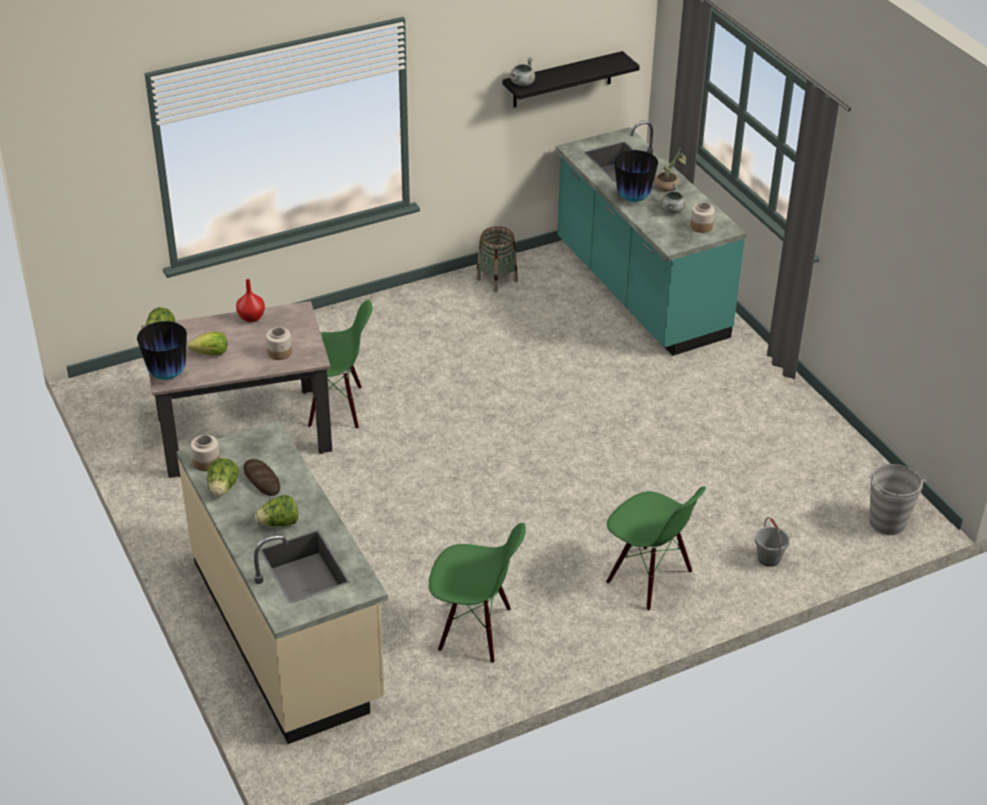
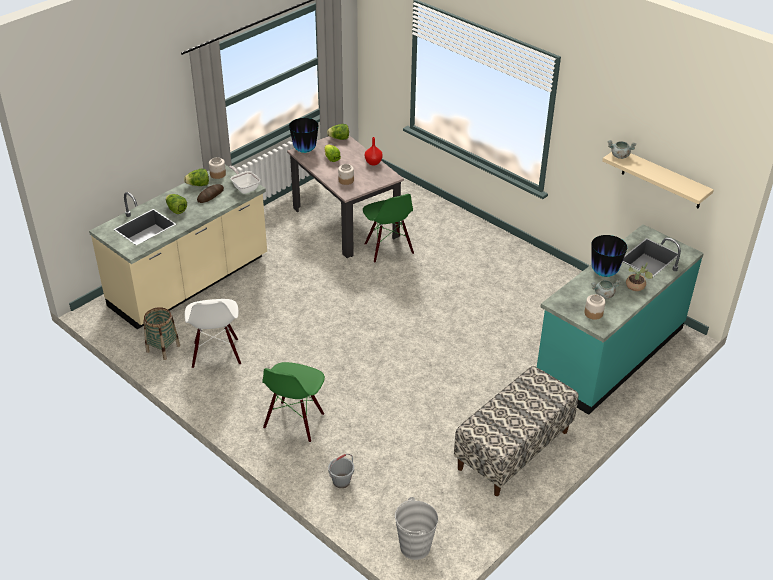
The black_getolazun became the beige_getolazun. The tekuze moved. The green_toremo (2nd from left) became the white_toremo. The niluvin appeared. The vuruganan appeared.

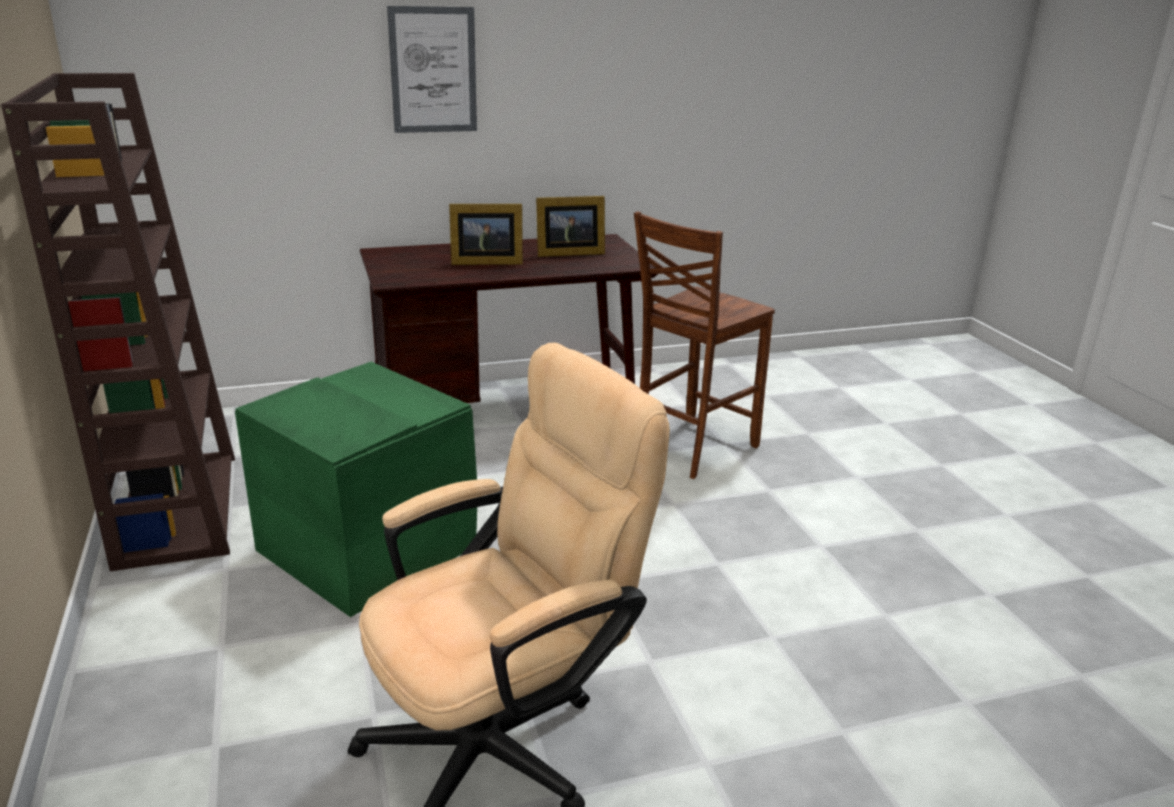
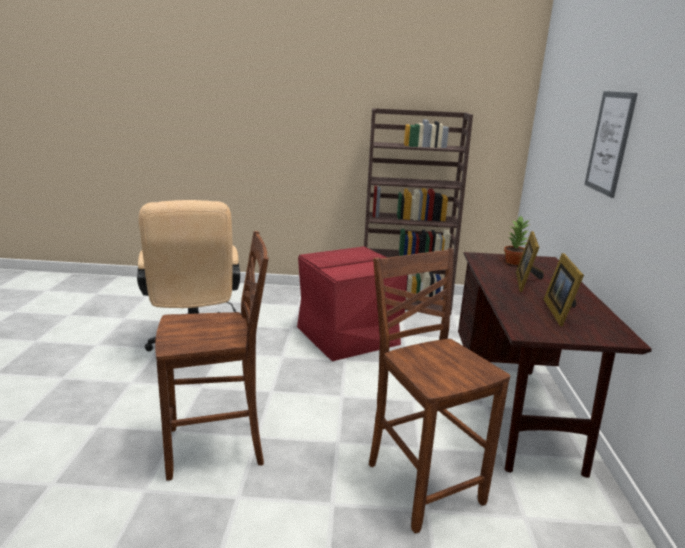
The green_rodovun became the red_rodovun. The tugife appeared. The brown_toremo (1st from left) appeared.

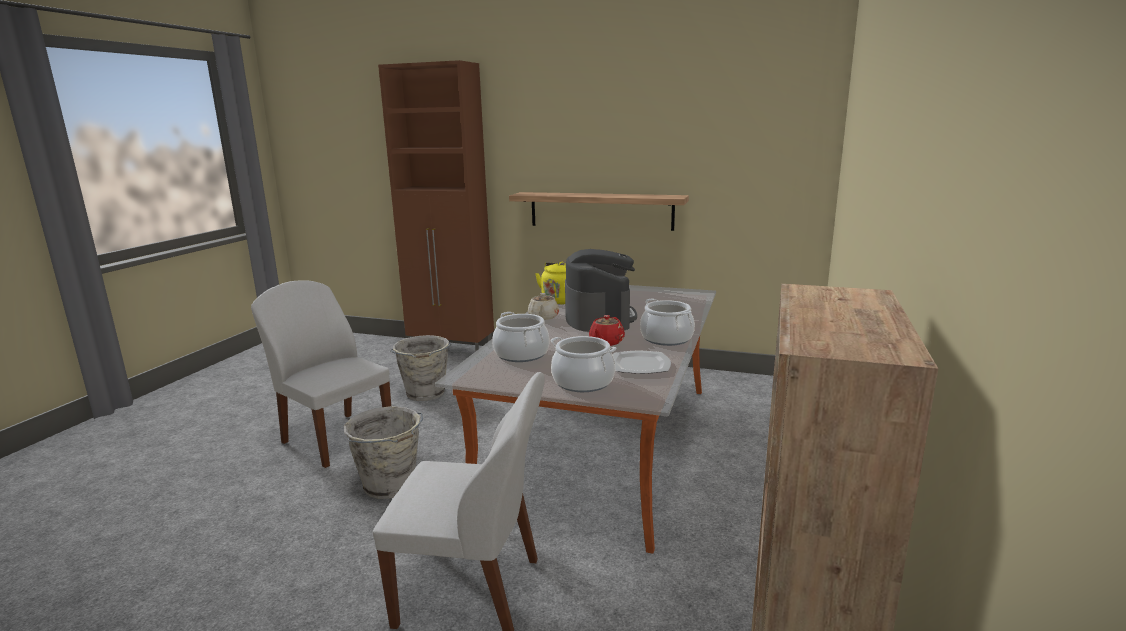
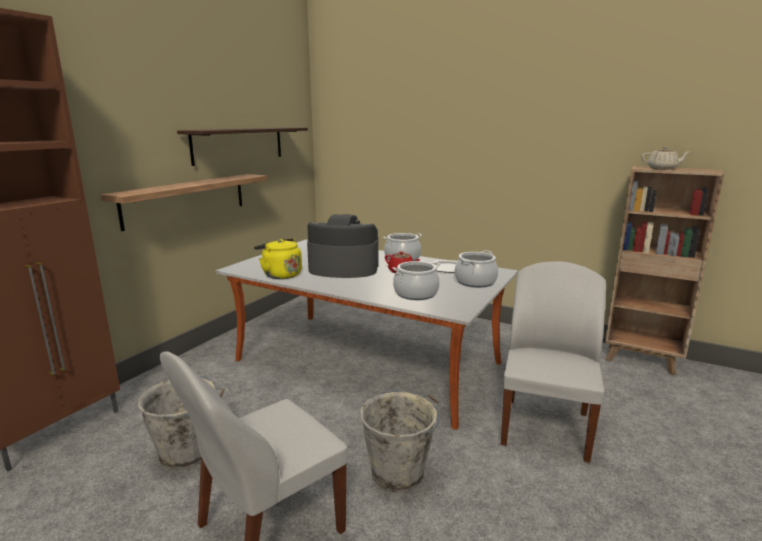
The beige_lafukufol moved. The getolazun (2nd from left) appeared.

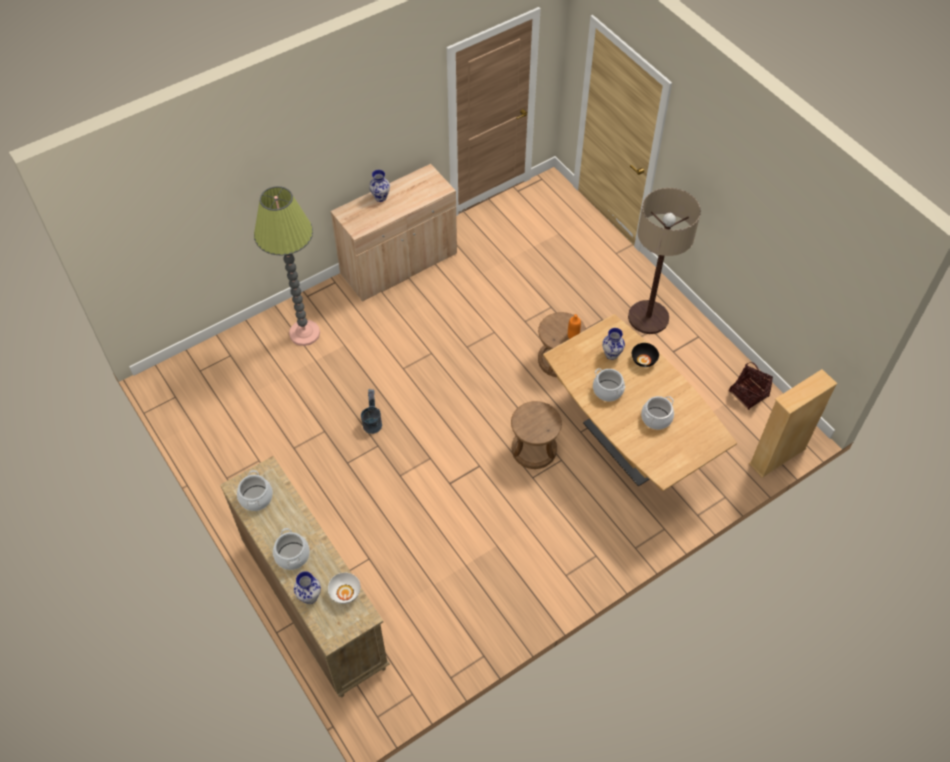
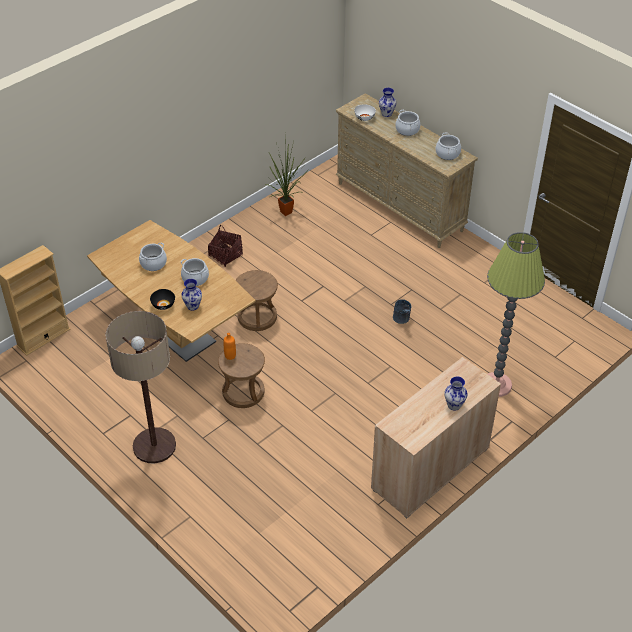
The tekuze moved. The tugife appeared.

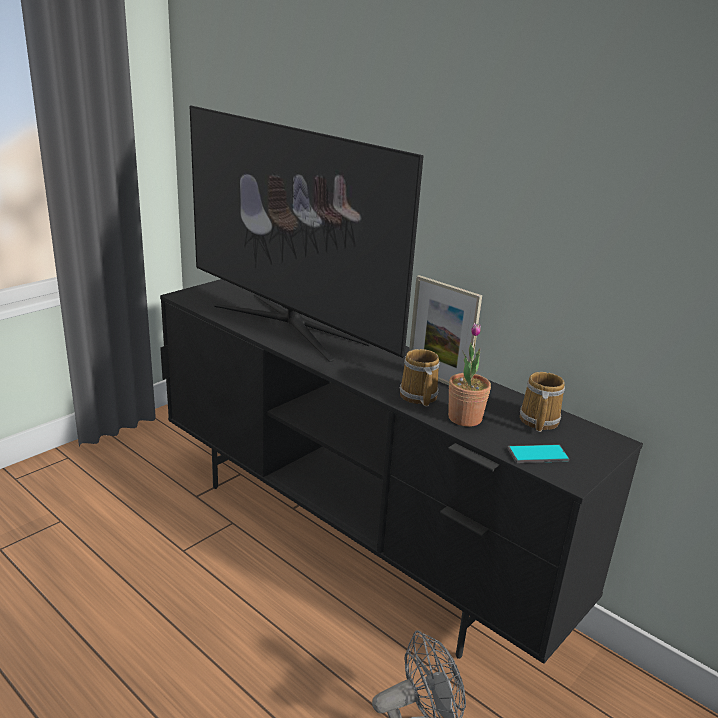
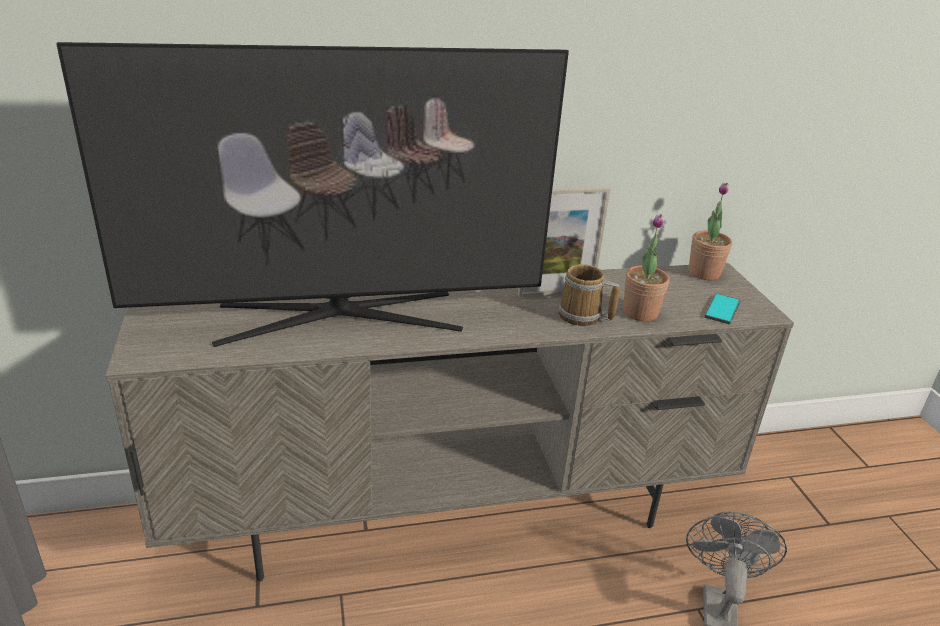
The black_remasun became the beige_remasun. The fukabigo (2nd from left) disappeared. The tugife (2nd from left) appeared.

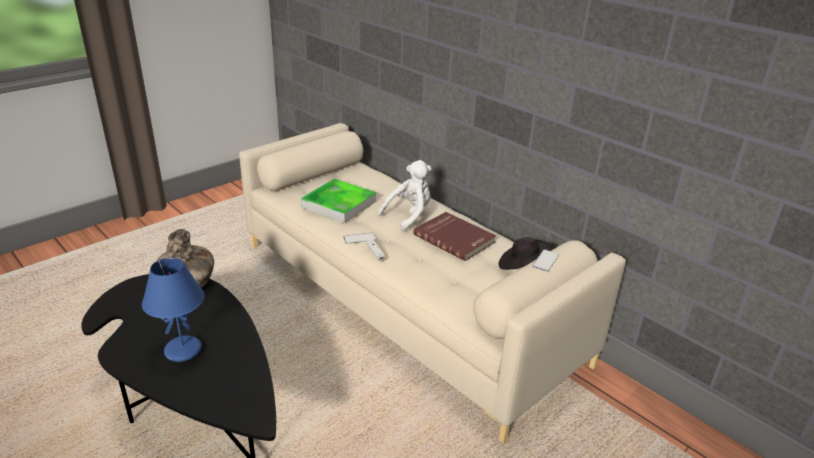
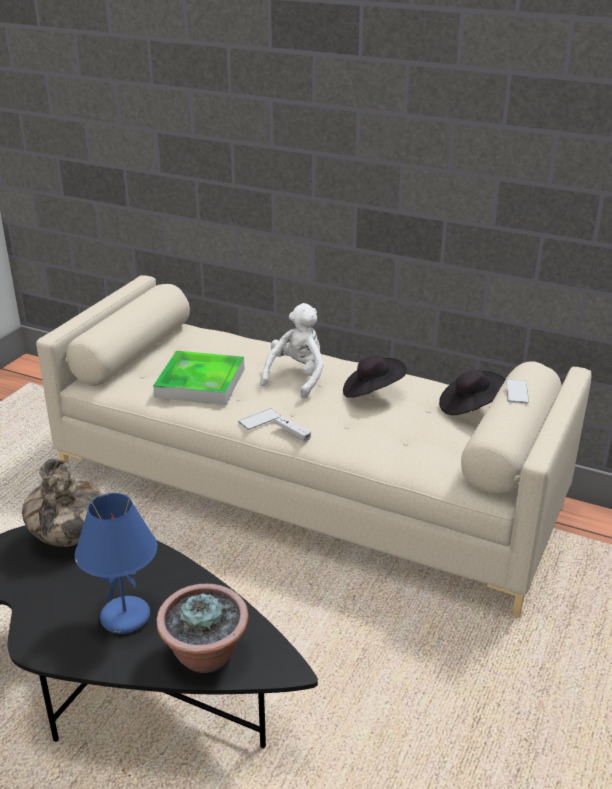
The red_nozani was replaced by the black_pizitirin (1st from left). The tugife appeared.

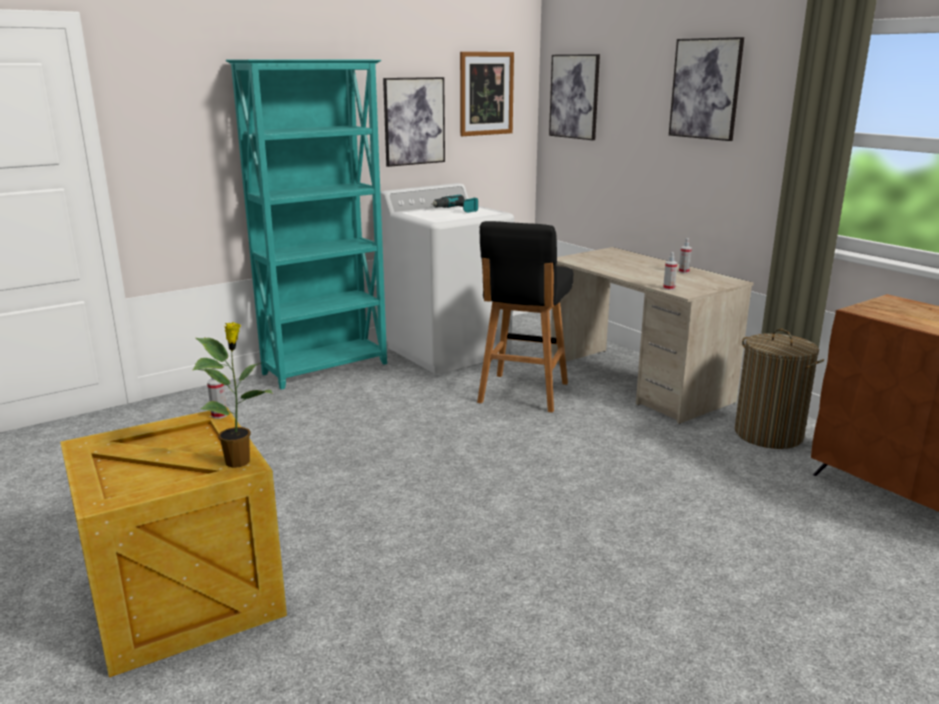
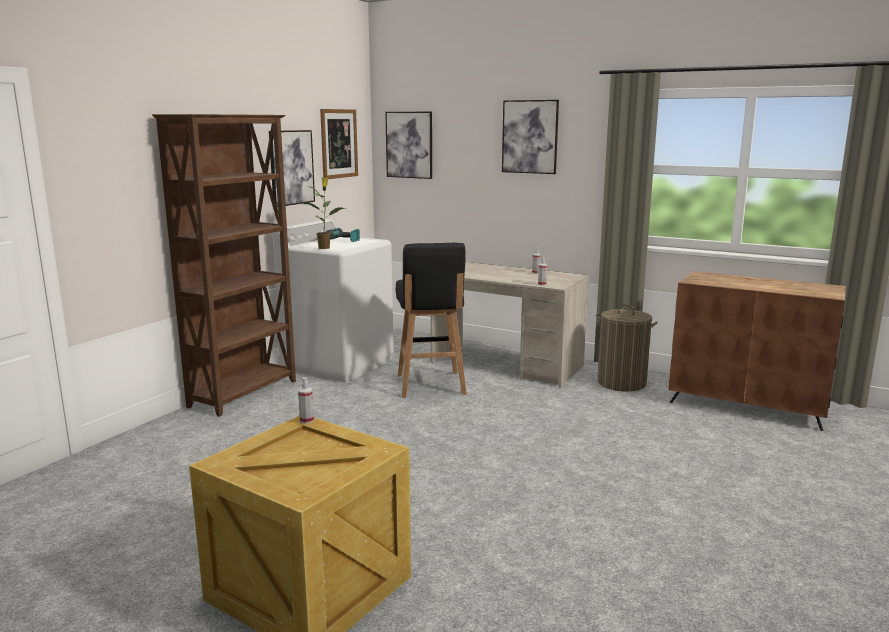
The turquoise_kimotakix became the brown_kimotakix. The tugife moved.

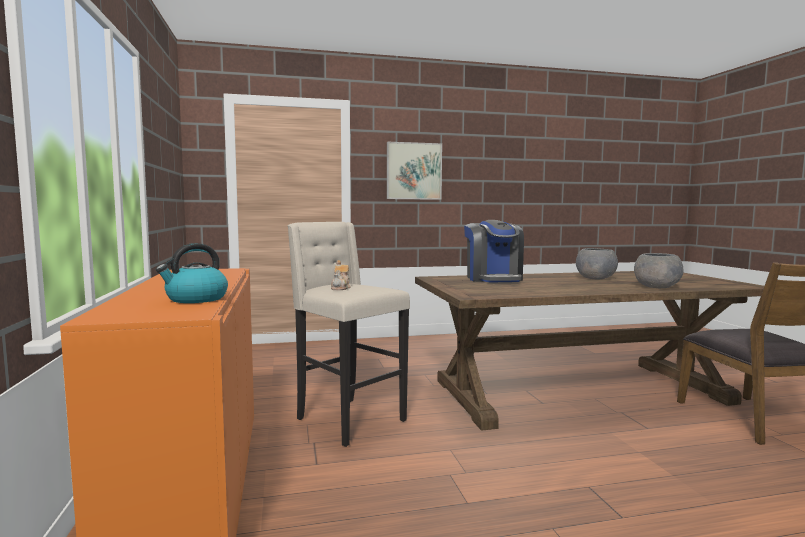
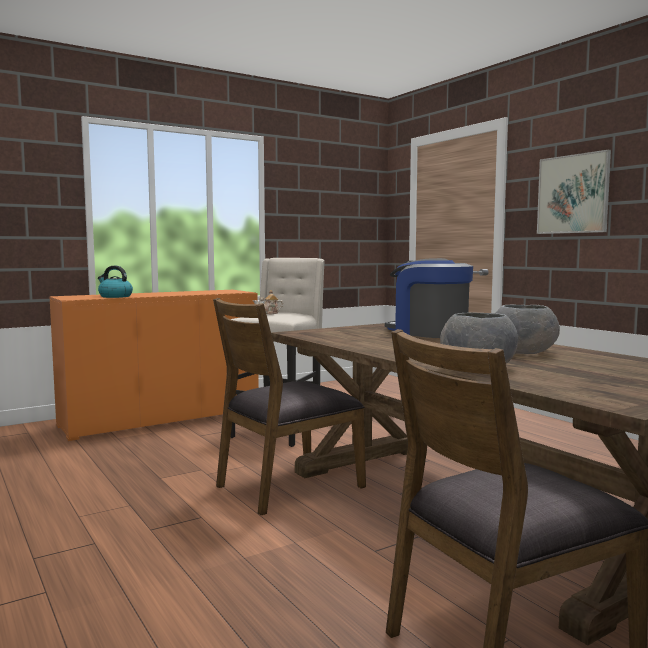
The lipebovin turned 75 degrees clockwise. The brown_toremo (1st from left) appeared.

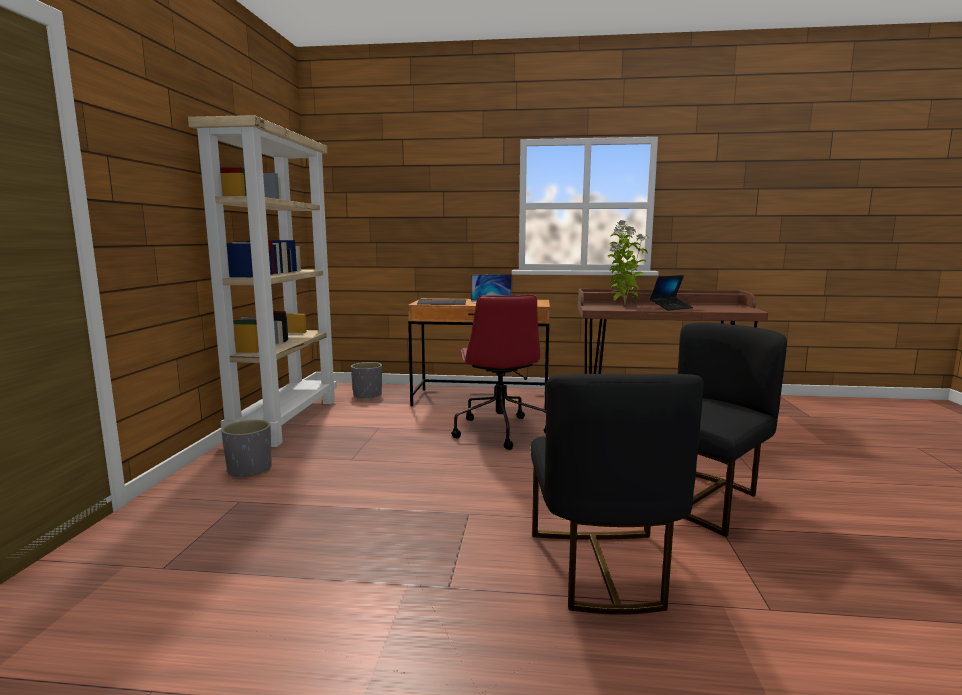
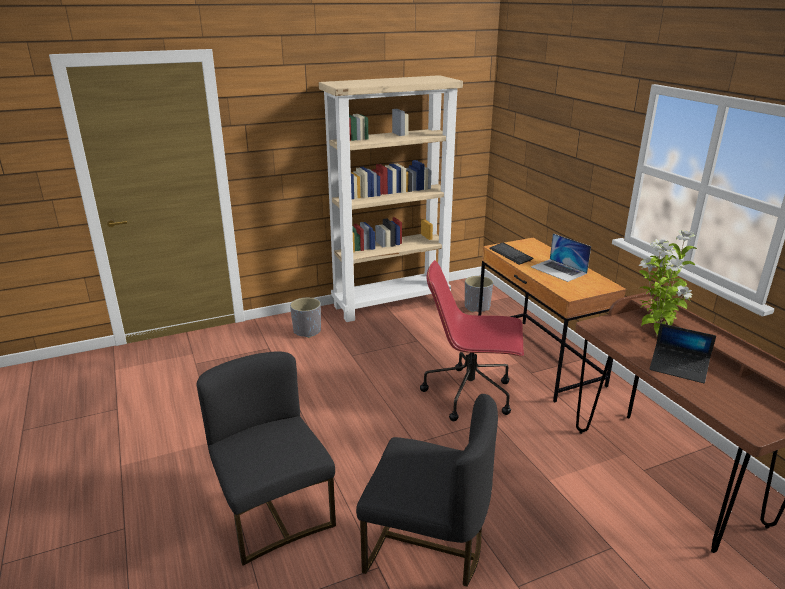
The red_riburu turned 45 degrees clockwise. The black_toremo (1st from left) turned 90 degrees clockwise.

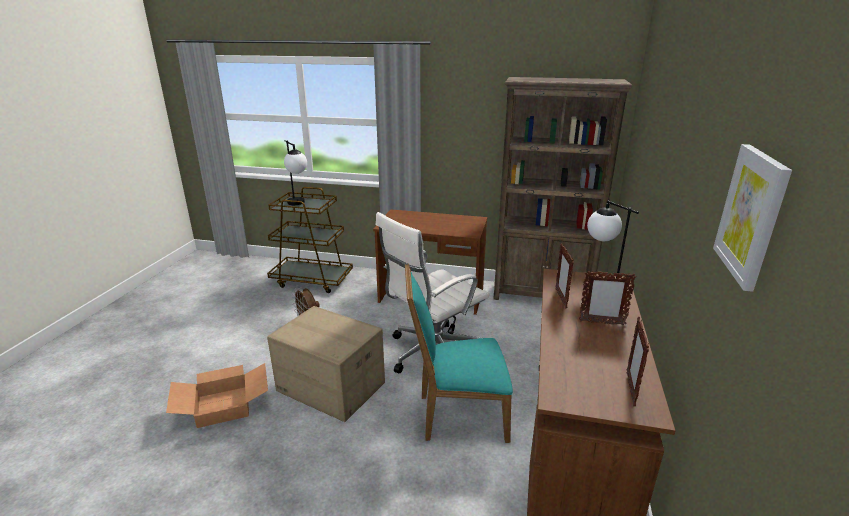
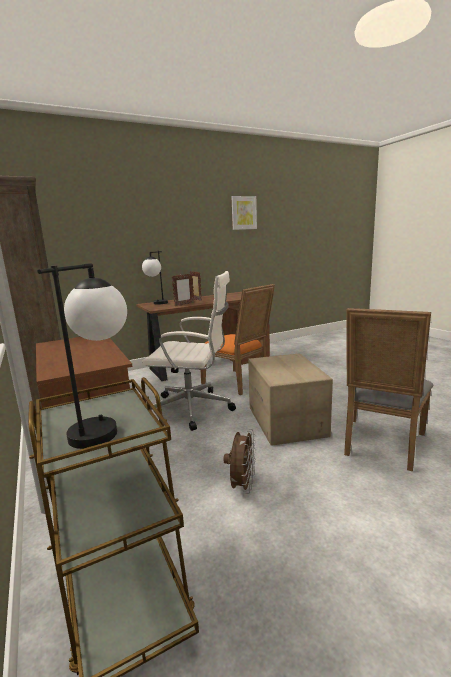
The turquoise_toremo became the orange_toremo. The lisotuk (3rd from left) disappeared. The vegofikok (1st from left) was replaced by the grey_toremo.

